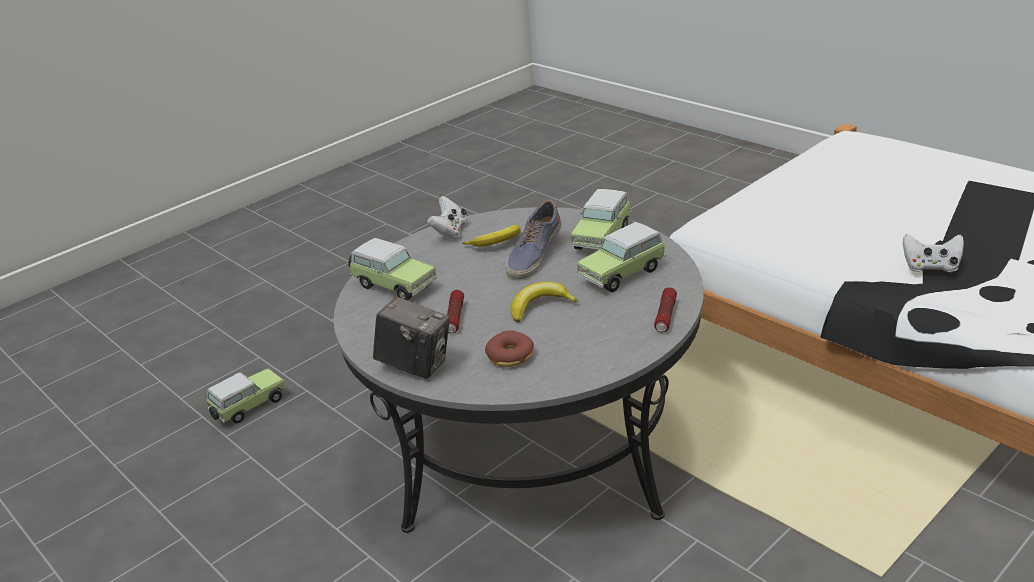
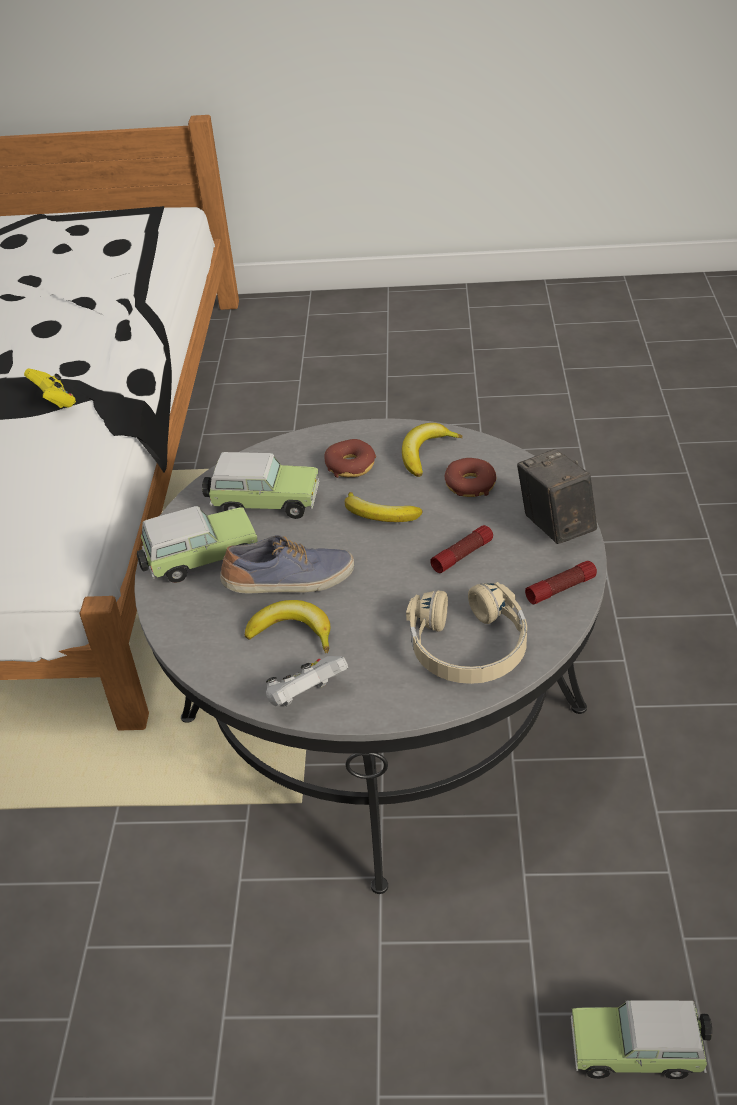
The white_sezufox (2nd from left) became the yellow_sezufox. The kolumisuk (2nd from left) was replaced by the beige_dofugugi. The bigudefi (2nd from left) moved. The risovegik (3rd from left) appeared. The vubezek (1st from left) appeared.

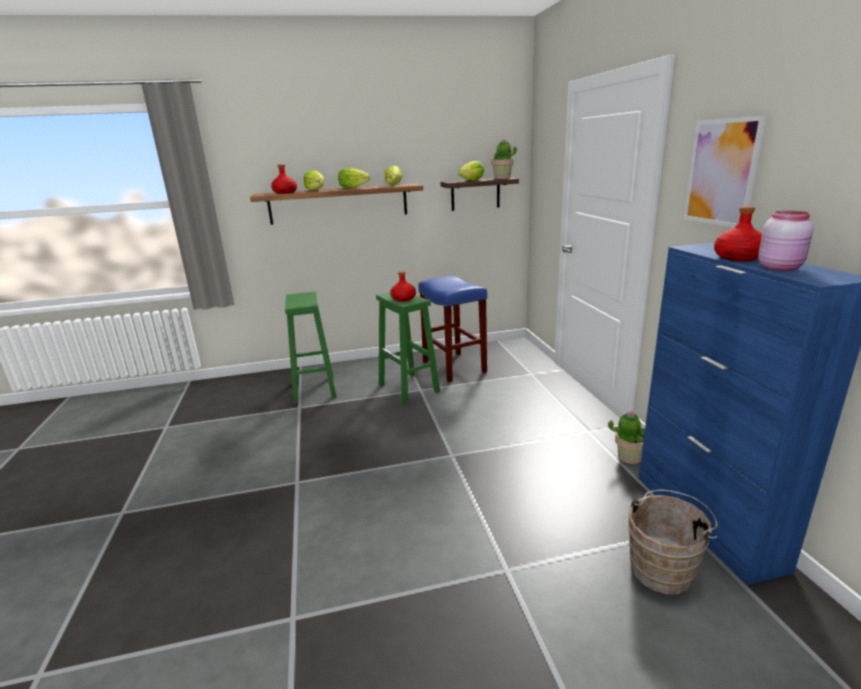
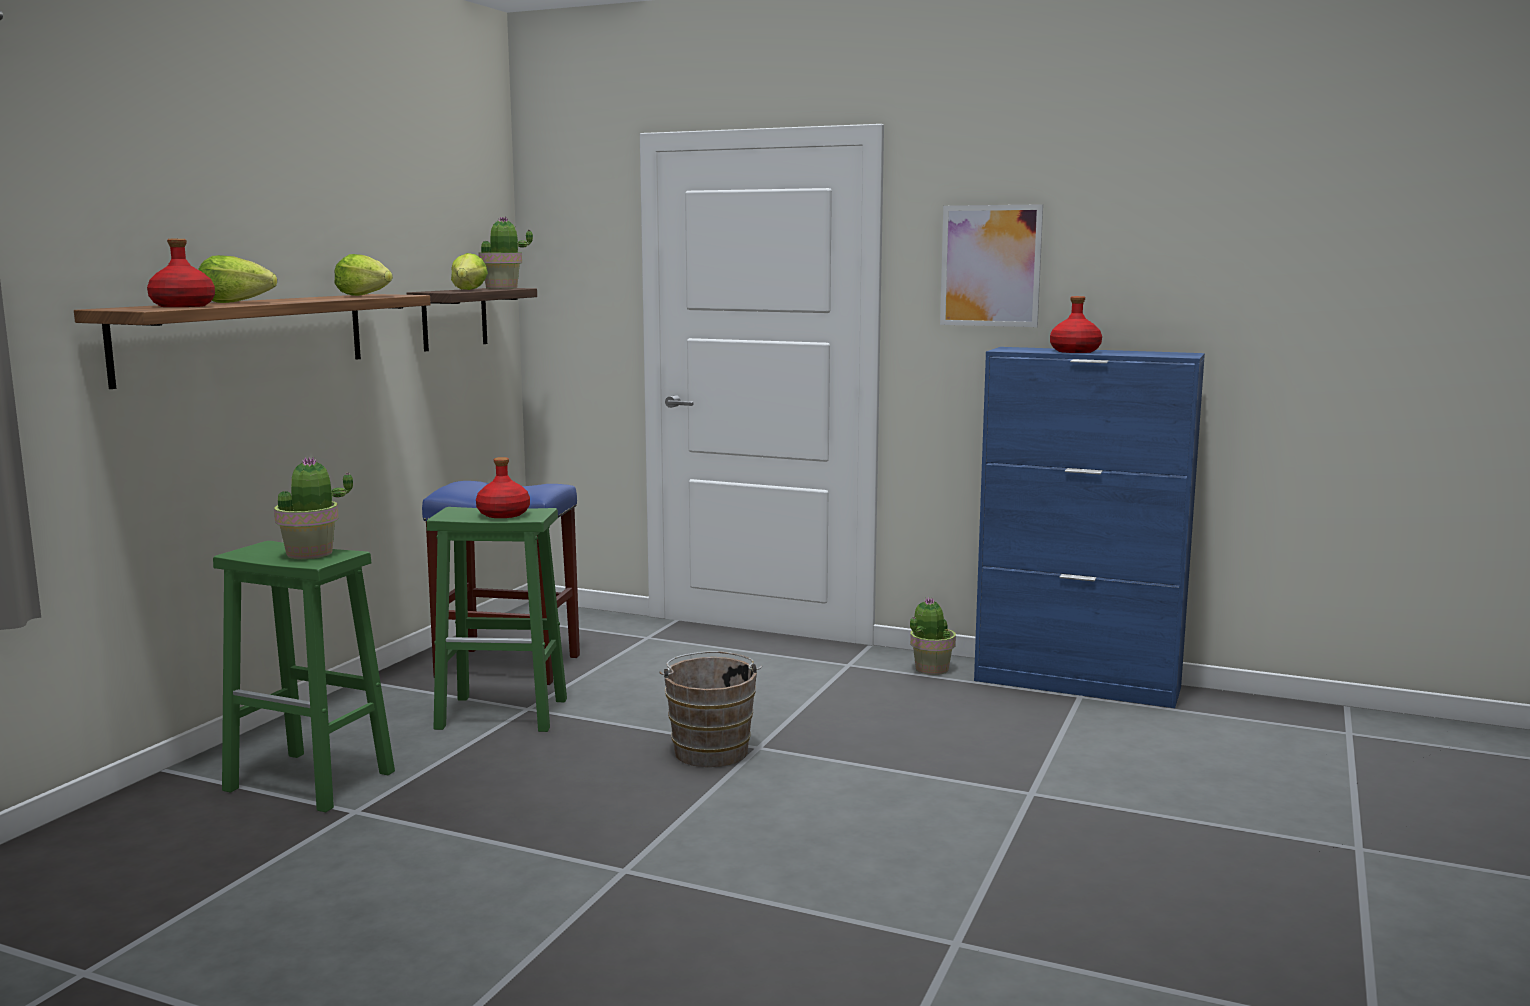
The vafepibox (2nd from left) disappeared. The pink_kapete disappeared. The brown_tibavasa moved. The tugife (1st from left) appeared.

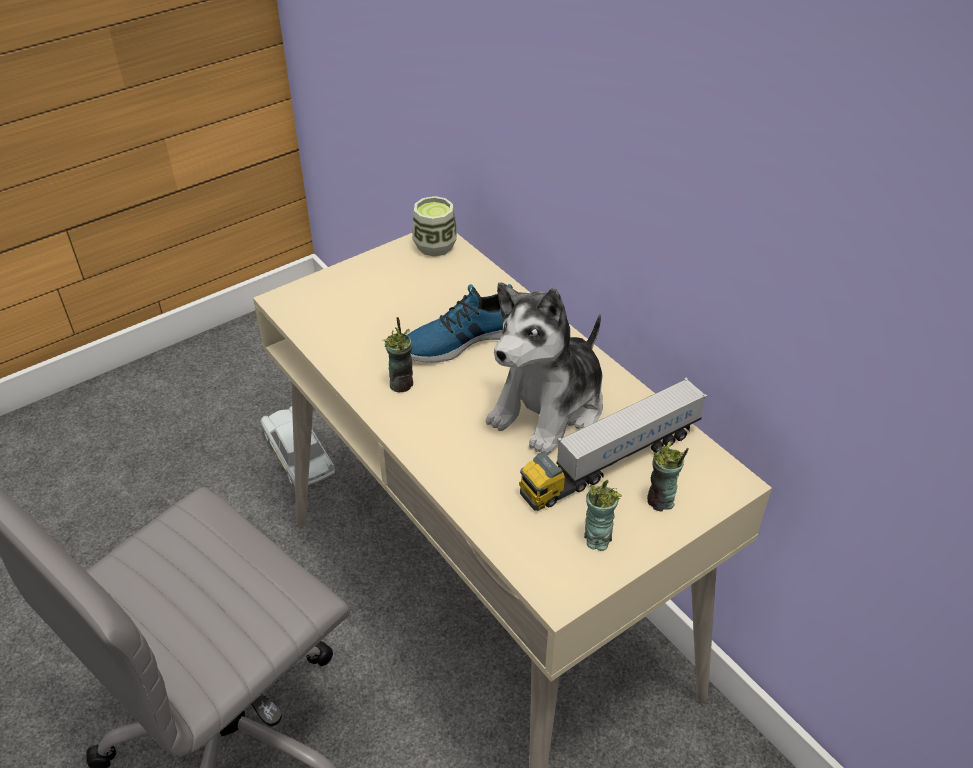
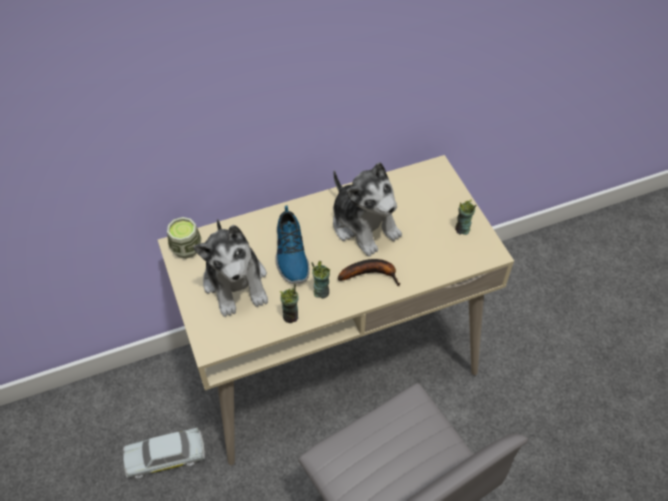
The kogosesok disappeared. The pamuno (4th from left in the first image) moved. The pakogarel (1st from left) appeared. The risovegik appeared.

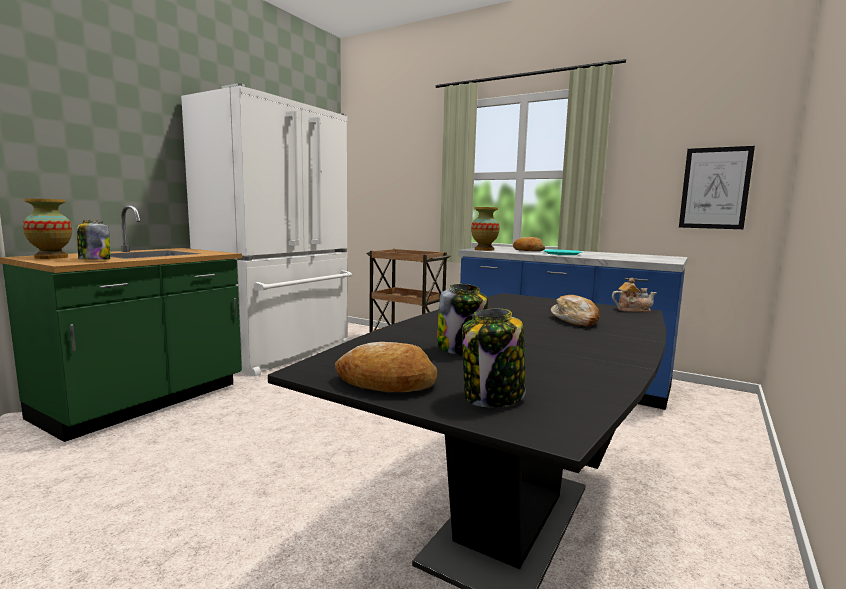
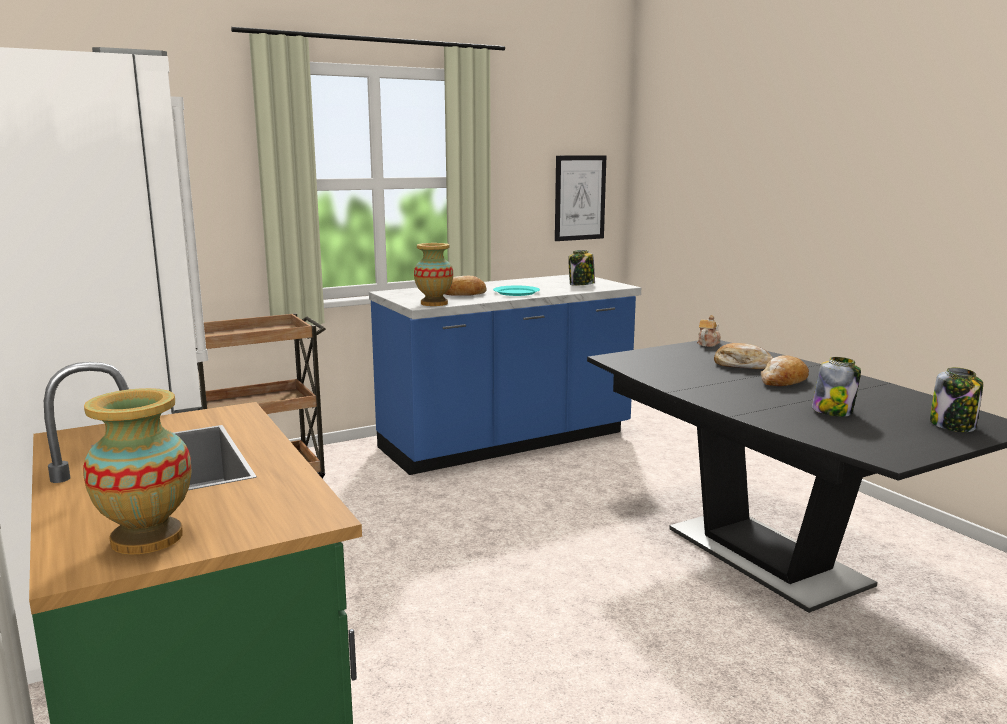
The kapete (1st from left) moved. The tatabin (1st from left in the first image) moved.

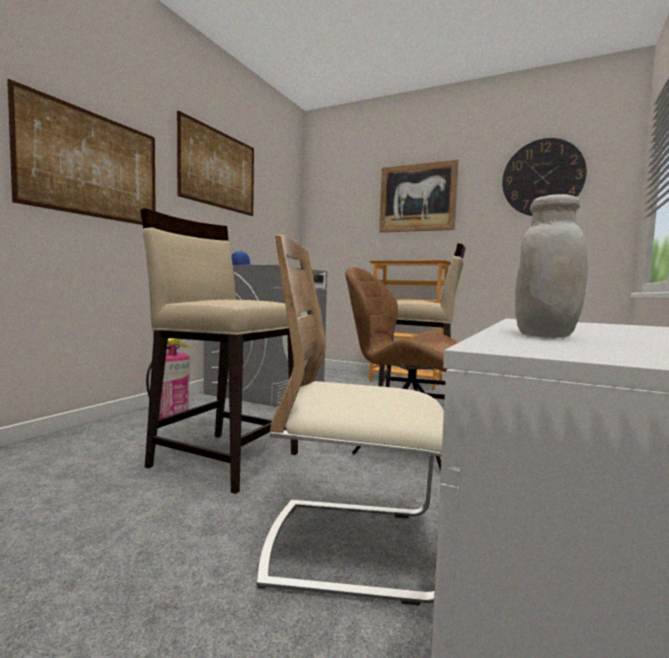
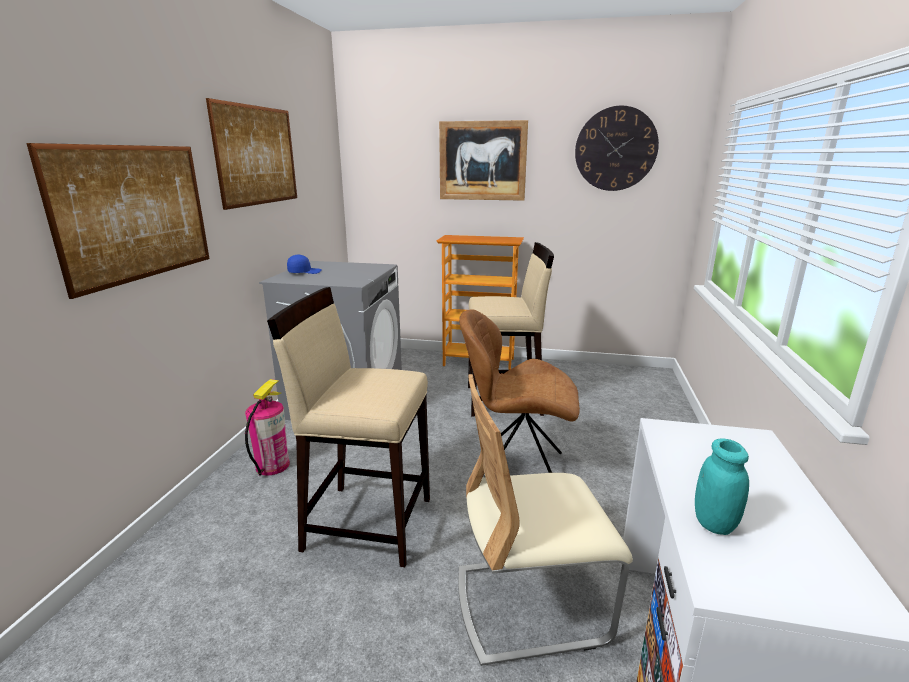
The white_kapete became the turquoise_kapete.

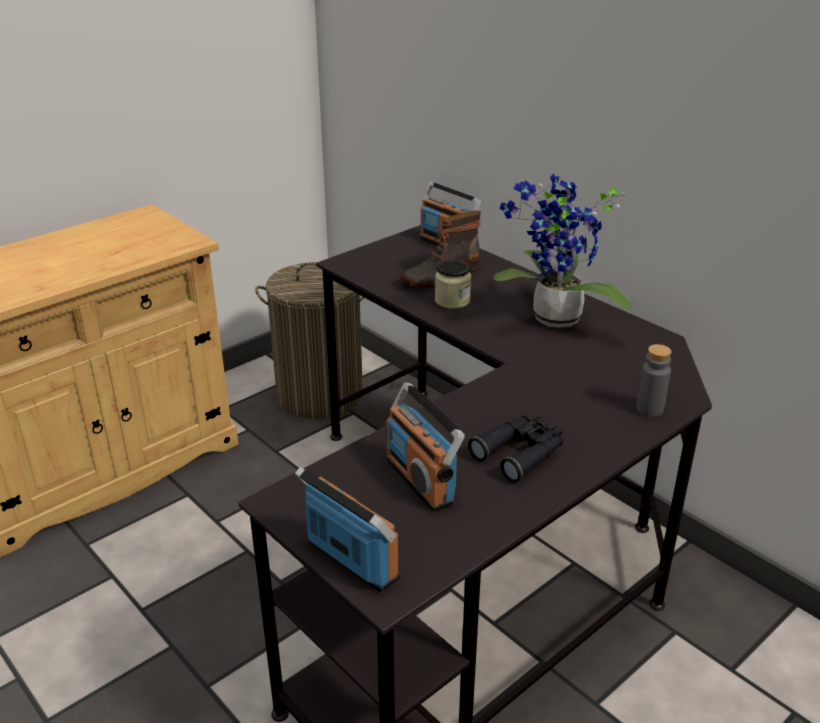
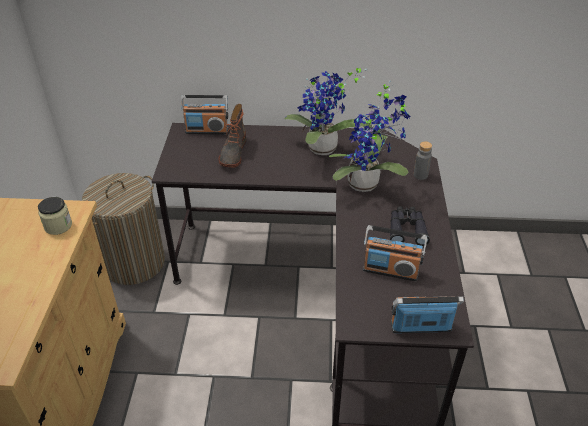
The kapete moved. The tugife (2nd from left) appeared.

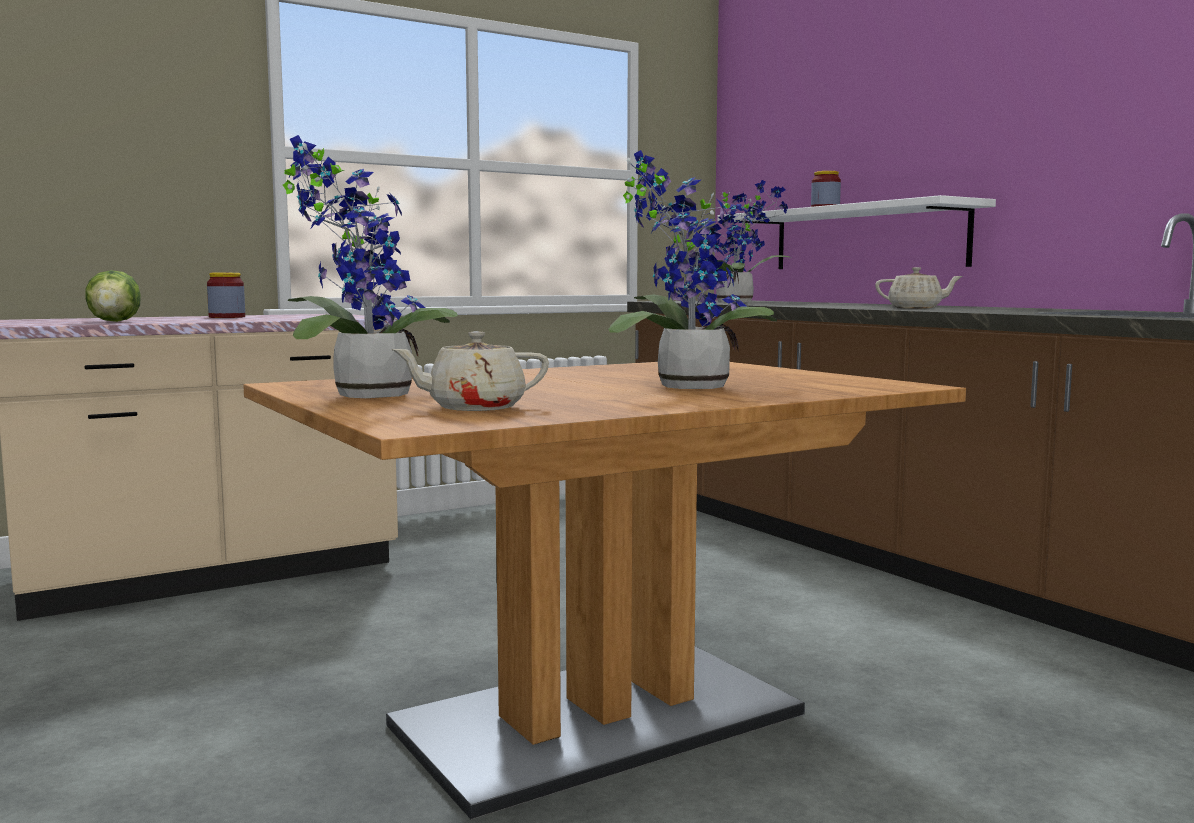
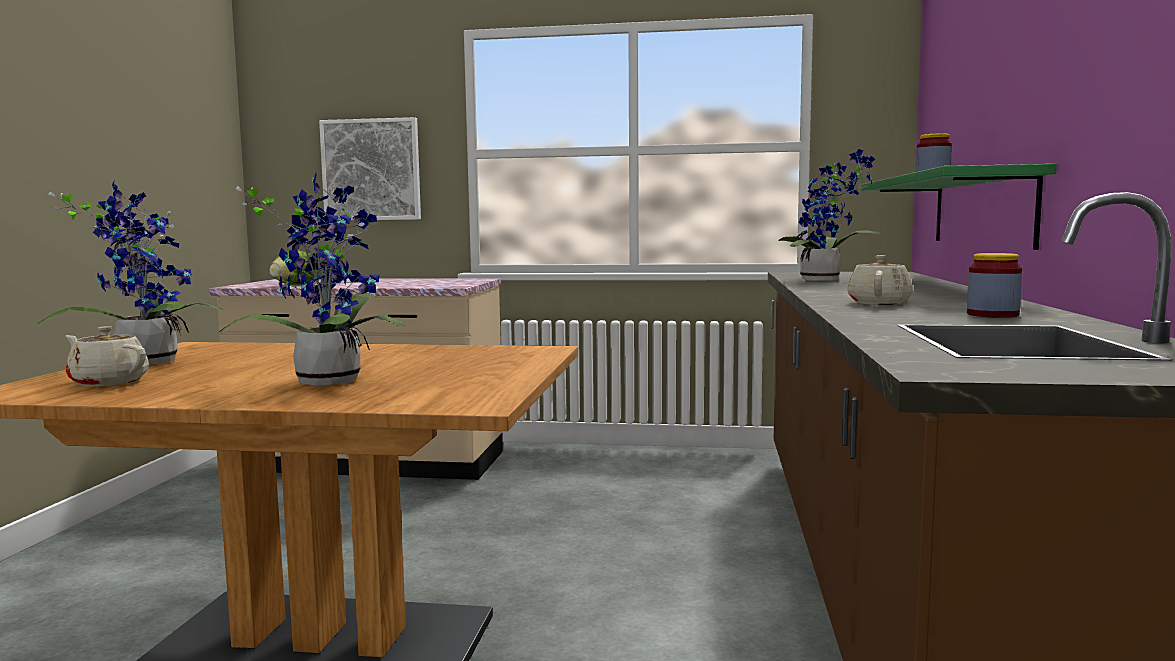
The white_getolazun became the green_getolazun. The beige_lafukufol (2nd from left) turned 120 degrees counterclockwise. The kapete (1st from left in the first image) moved. The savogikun appeared.

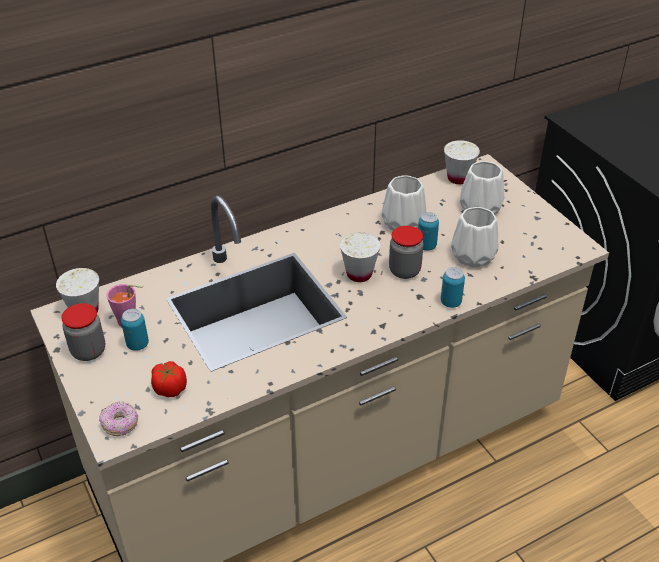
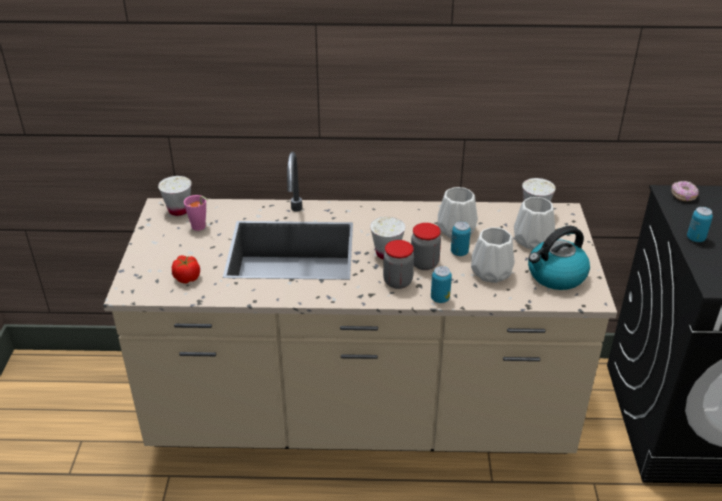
The kapete (1st from left) moved. The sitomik (1st from left in the first image) moved. The vubezek moved. The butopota appeared.

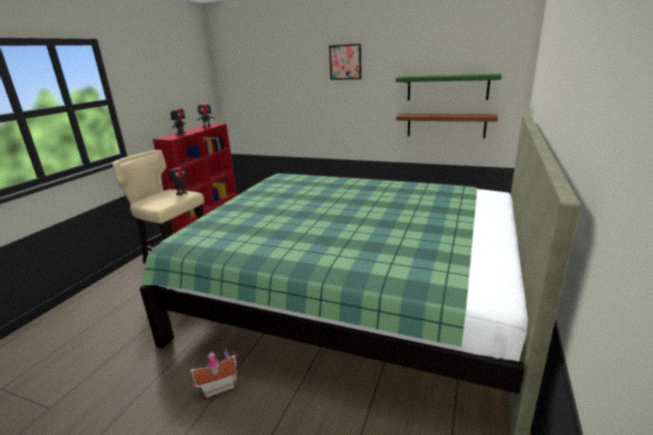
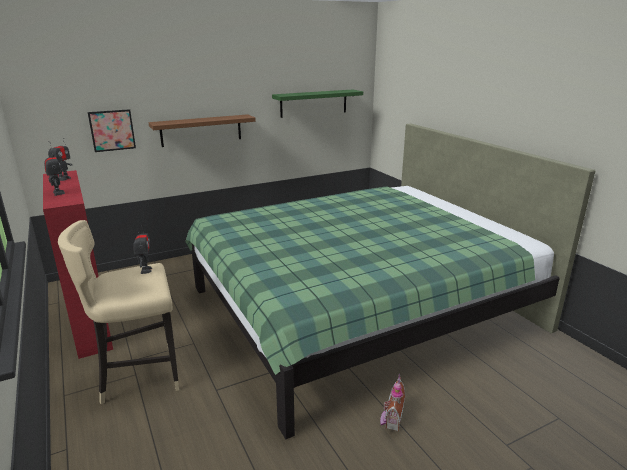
The savogikun moved. The brown_getolazun moved.

